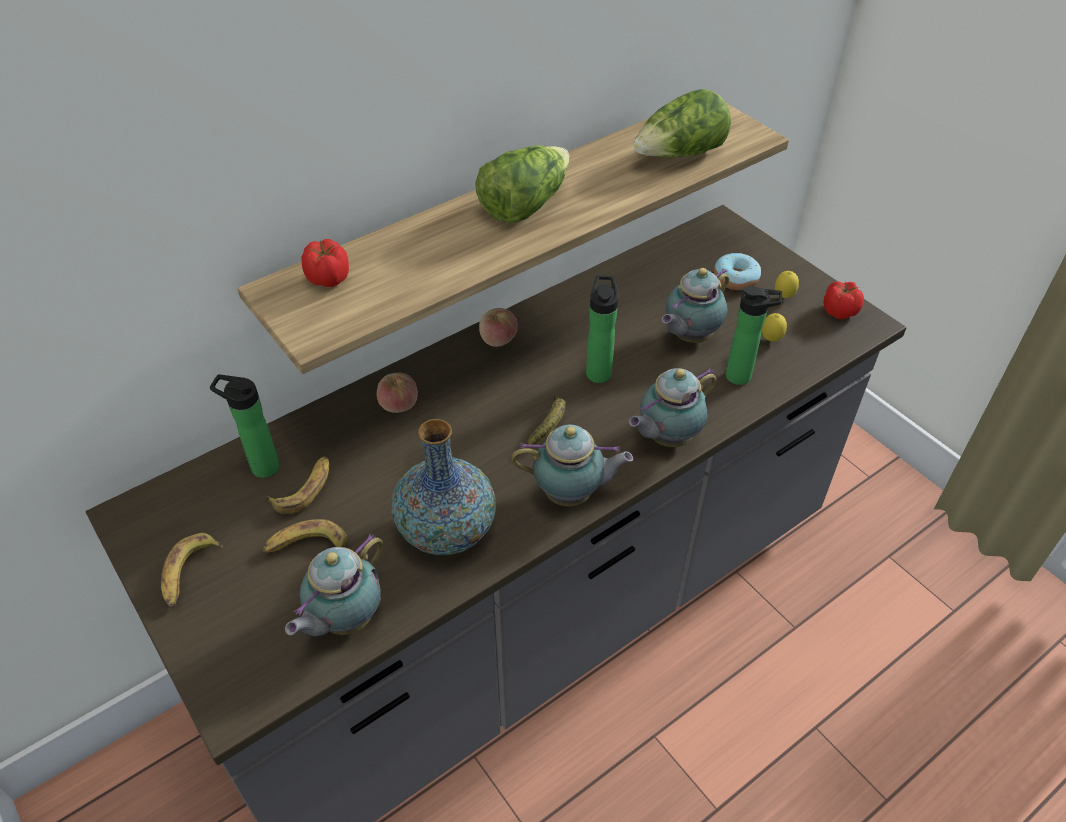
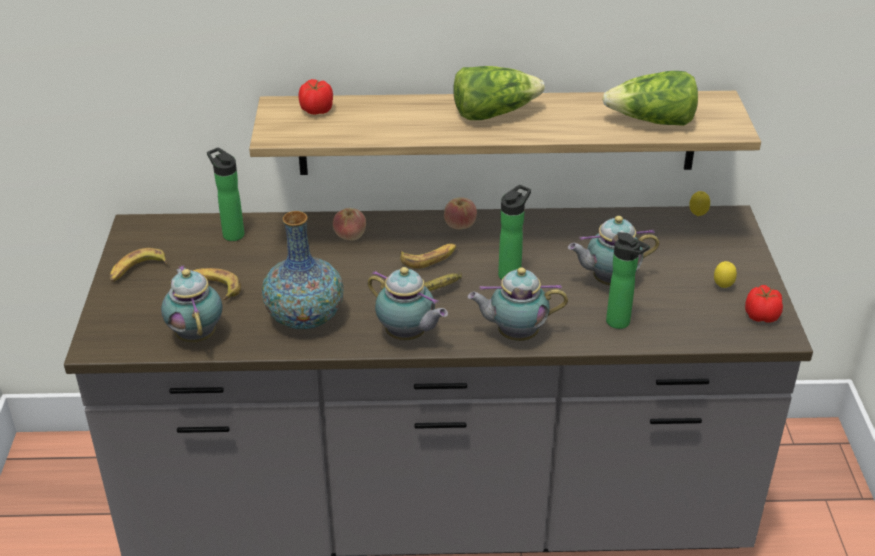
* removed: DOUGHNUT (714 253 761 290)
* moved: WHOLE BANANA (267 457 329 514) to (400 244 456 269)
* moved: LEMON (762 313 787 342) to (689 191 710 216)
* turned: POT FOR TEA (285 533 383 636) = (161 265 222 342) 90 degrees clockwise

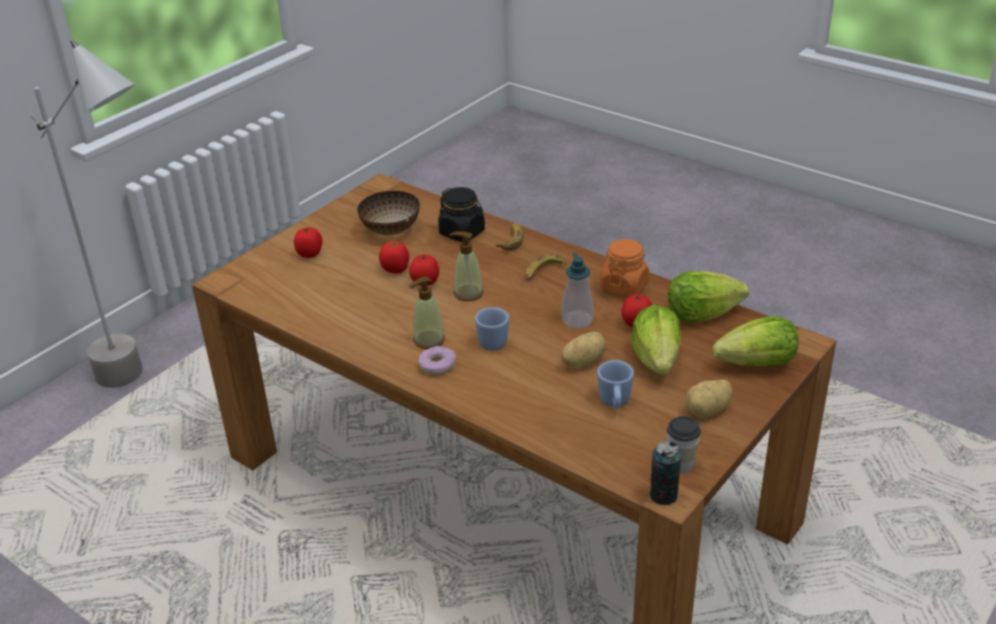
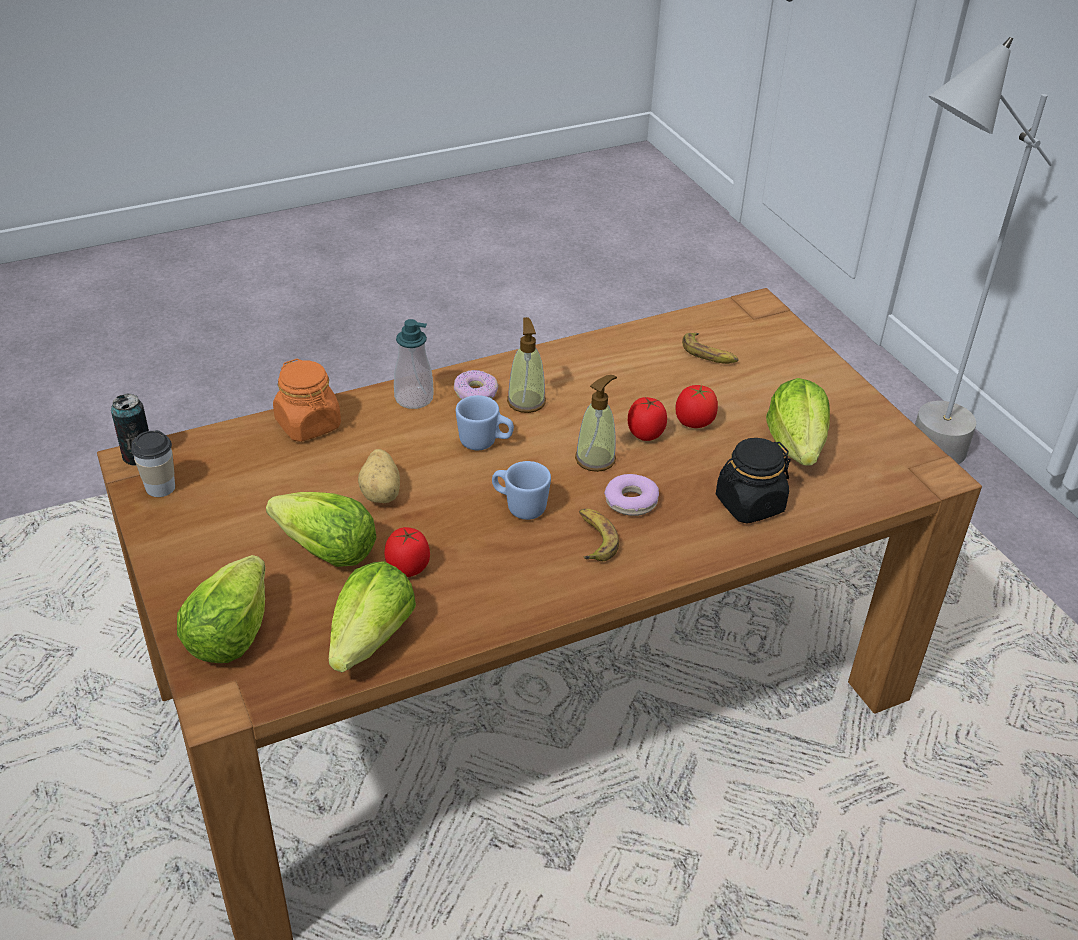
* removed: WHOLE TOMATO (294 227 323 258)
* removed: SPUD (686 379 733 418)
* added: DOUGHNUT (604 474 659 516)
* moved: WHOLE BANANA (496 223 524 251) to (682 333 739 364)
* moved: LIQUID SOAP BOTTLE (562 252 593 329) to (394 319 434 409)
* moved: BLUE-COLOURED TEA MUG (597 360 634 408) to (492 461 551 520)
* moved: ORANGEY PRESERVE JAR (600 239 649 298) to (273 358 341 442)
* replaced: SERVING BOWL (357 191 420 236) to HEAD OF LETTUCE (766 378 830 466)

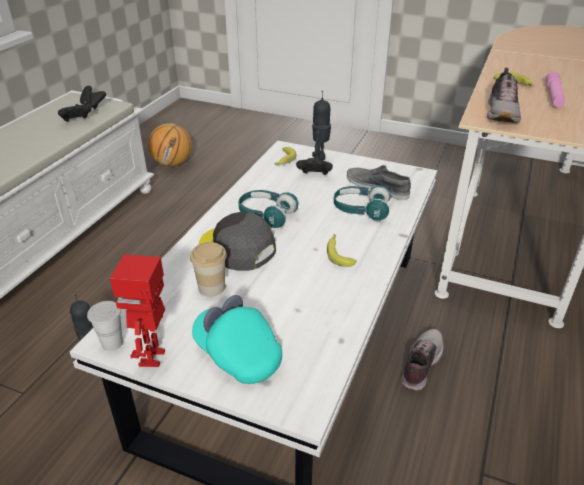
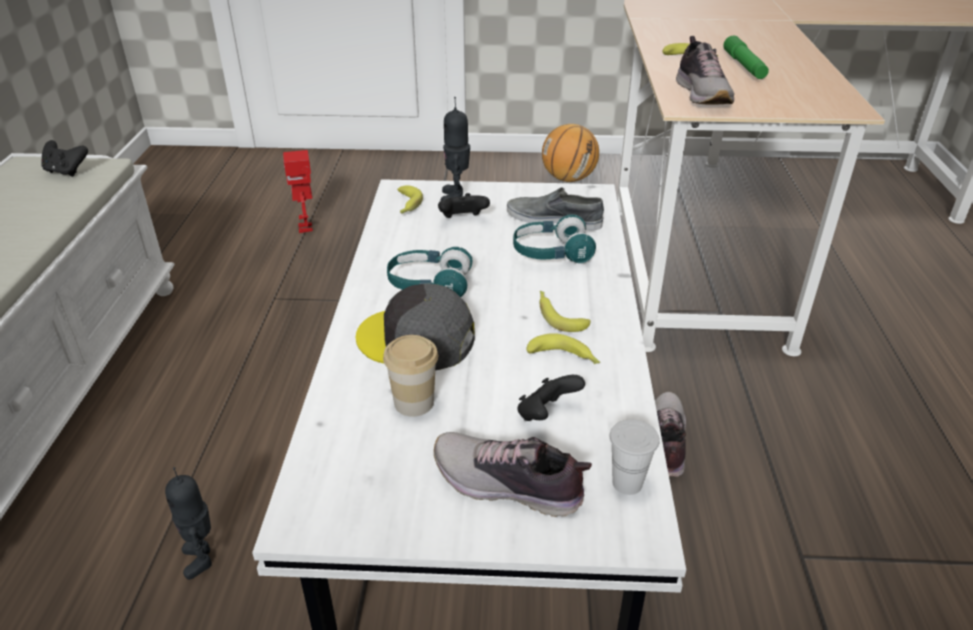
* added: WHOLE BANANA (526 333 600 364)
* moved: BLACK JOYPAD (58 104 91 122) to (517 375 585 421)
* moved: WHITE-COLOURED CUP (87 301 123 351) to (610 420 660 495)
* moved: ROBOT FIGURE (110 254 165 367) to (283 150 313 233)
* moved: BASKETBALL (148 123 192 167) to (542 124 599 182)
* replaced: BLUE-GREEN PEAKED CAP (192 295 282 384) to SHOE (434 432 592 517)
* recoloured: PINK TORCH (546 71 565 108) to GREENISH TORCH (724 35 769 79)

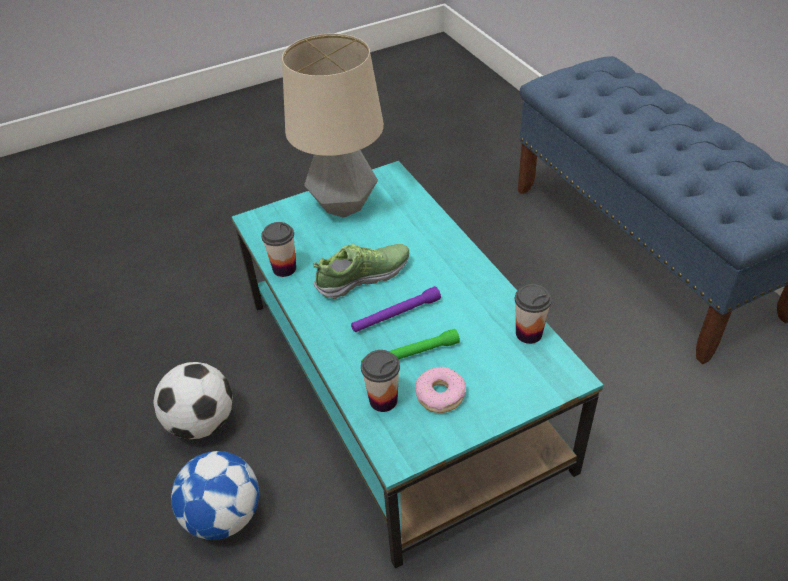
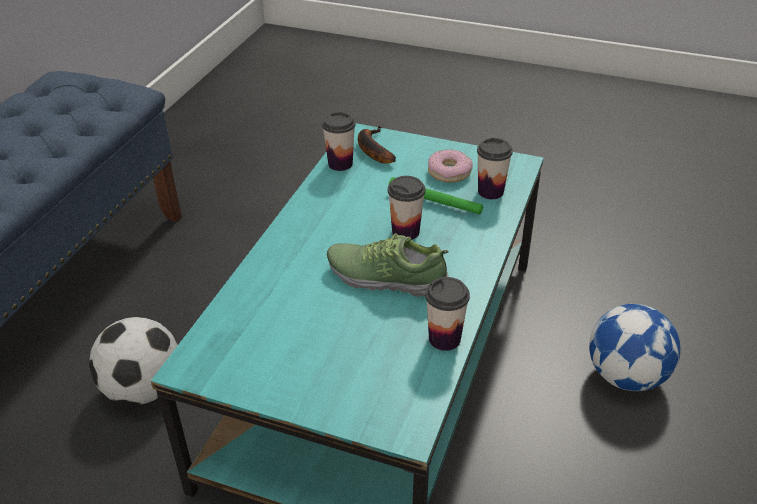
* removed: TABLE LAMP (282 33 384 218)
* added: WHOLE BANANA (358 126 396 164)
* moved: FOOTBALL (153 362 233 439) to (89 317 178 405)
* replaced: PURPLE-COLOURED TORCH (351 286 441 332) to CUP (388 176 425 240)

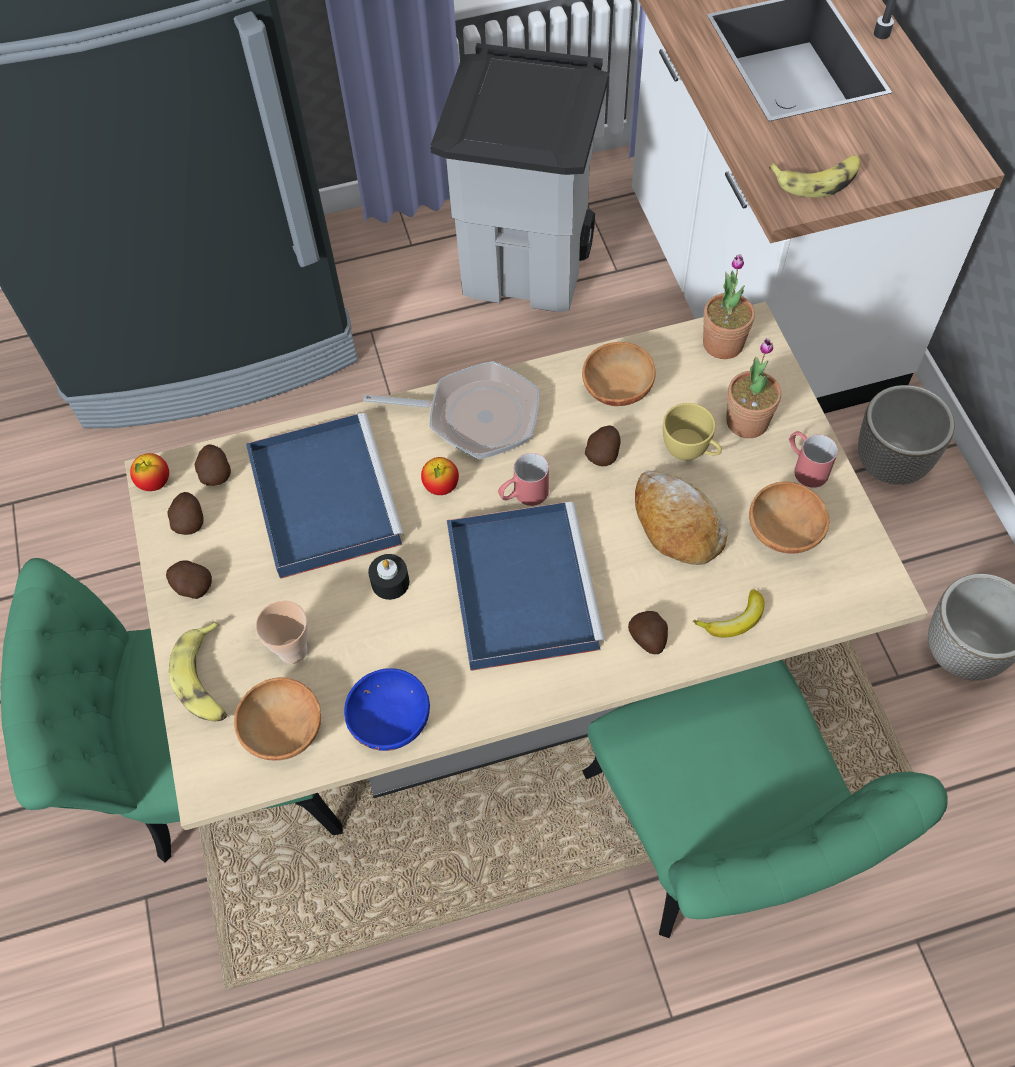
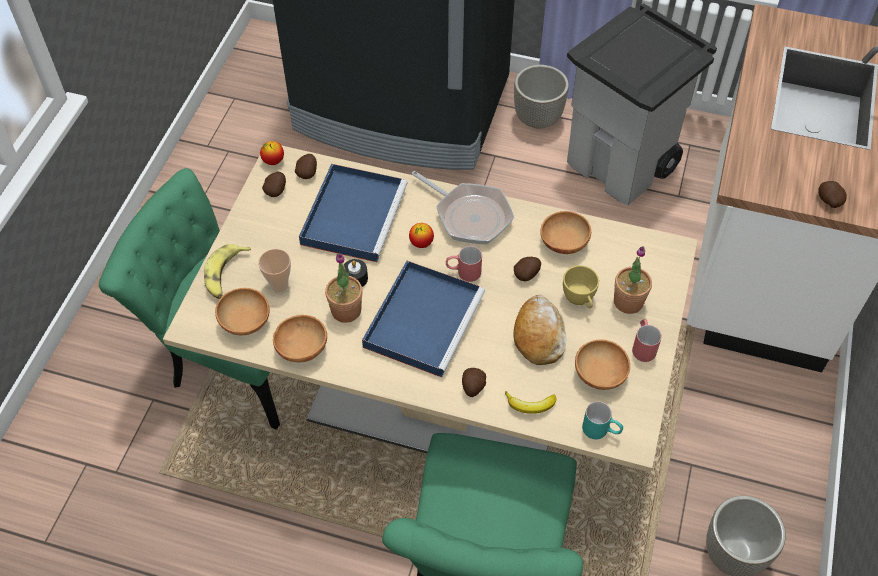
* removed: WHOLE BANANA (769 155 861 198)
* added: BLUE-GREEN TEA MUG (582 401 623 439)
* moved: SPUD (166 560 212 599) to (818 181 847 208)
* moved: POTTED PLANT (703 254 755 359) to (325 253 362 323)
* moved: FLOWER POT (858 385 955 485) to (514 65 569 129)
* recoloured: BLUE-COLOURED SERVING BOWL (344 668 430 751) to BROWNISH SERVING BOWL (273 315 327 362)

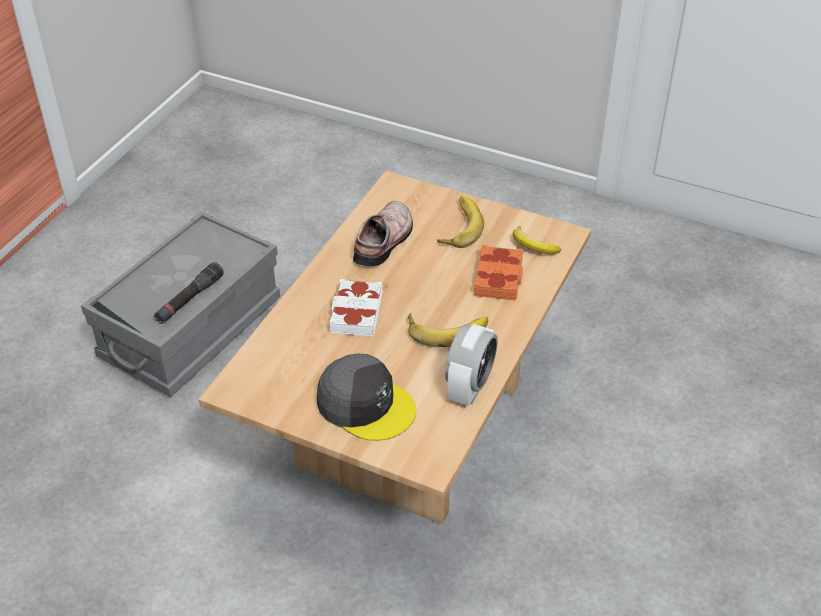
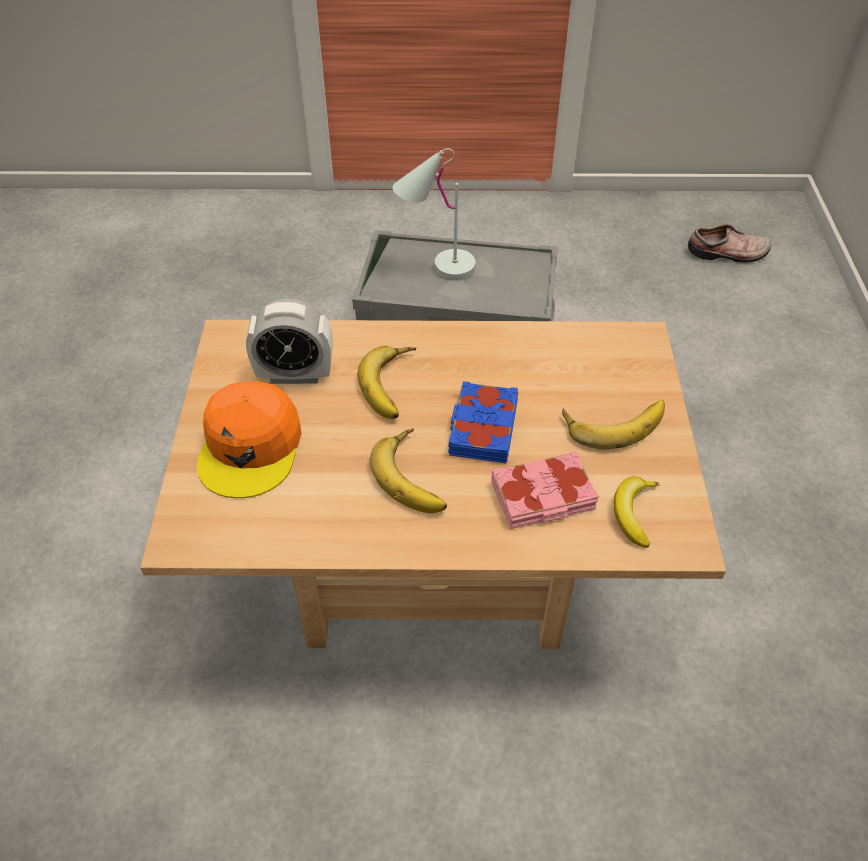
* removed: BLACK TORCH (154 262 224 324)
* added: WHITE-COLOURED TABLE LAMP (393 148 476 281)
* added: BLUE-COLOURED VOLUME (448 381 518 463)
* moved: SHOE (353 201 413 266) to (688 224 772 263)
* moved: ALARM CLOCK (445 324 498 406) to (246 299 333 384)
* replaced: WHITE-COLOURED VOLUME (330 279 383 337) to WHOLE BANANA (357 346 416 419)
* recoloured: GREY PEAKED CAP (317 354 416 441) to ORANGEY PEAKED CAP (197 381 302 498)
* recoloured: ORANGEY VOLUME (474 245 523 301) to PINK VOLUME (491 451 600 529)

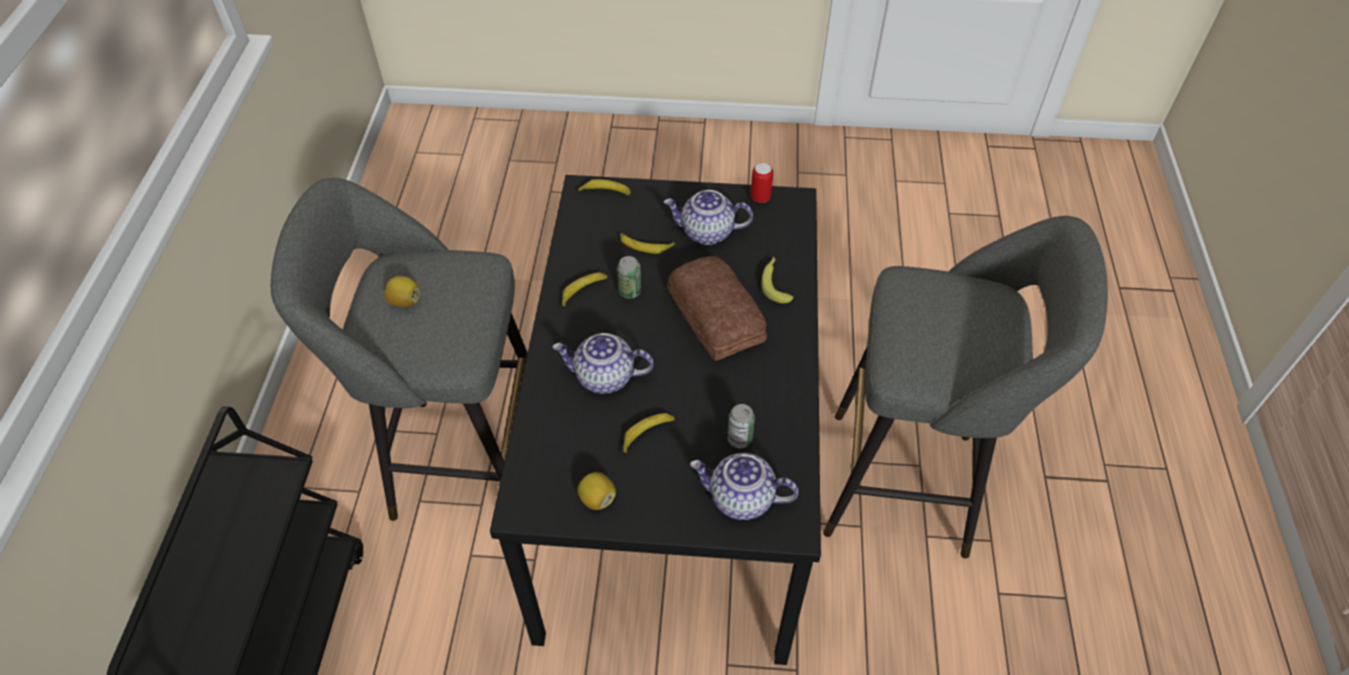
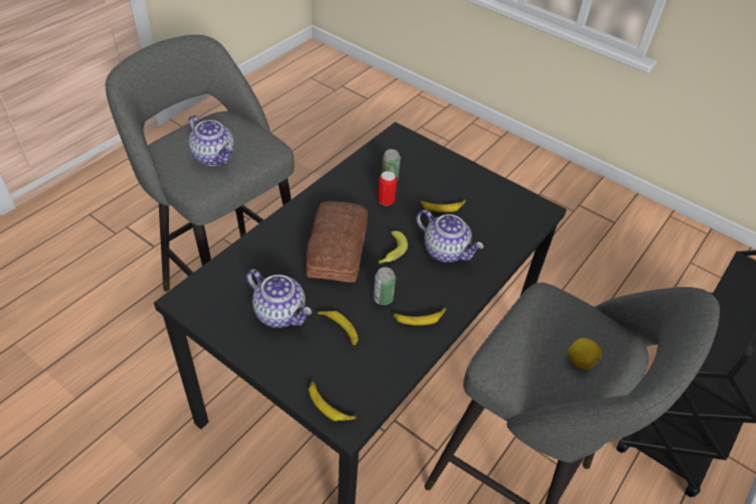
* removed: LEMON (577 472 616 510)
* moved: POT FOR TEA (690 453 799 520) to (189 115 234 166)
* moved: CAN (750 163 773 203) to (377 171 397 206)
* moved: WHOLE BANANA (762 257 794 303) to (379 231 408 264)

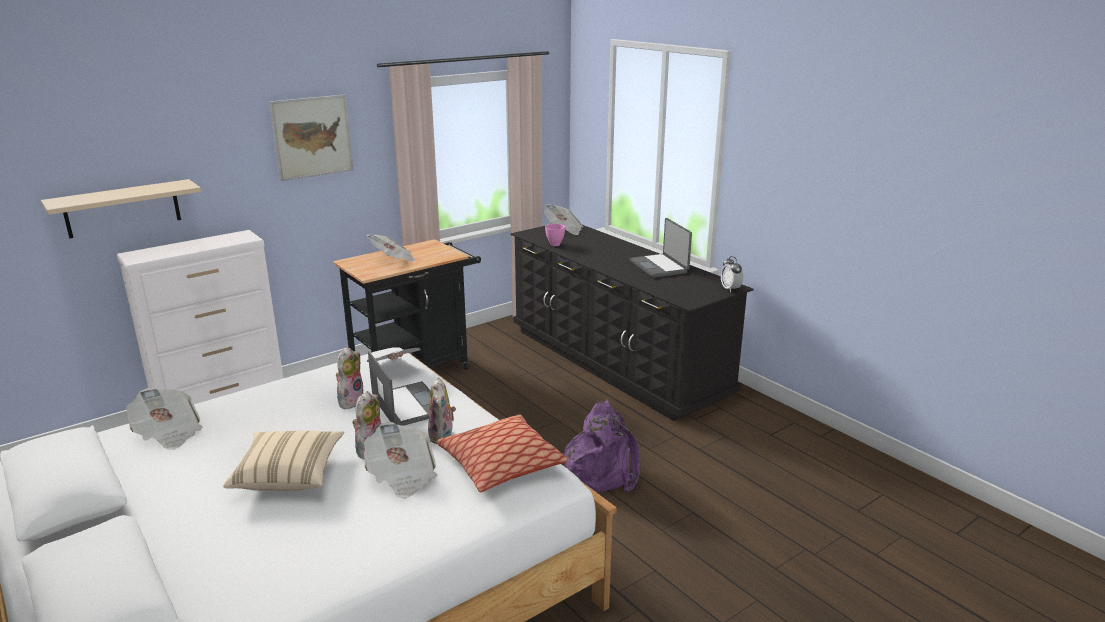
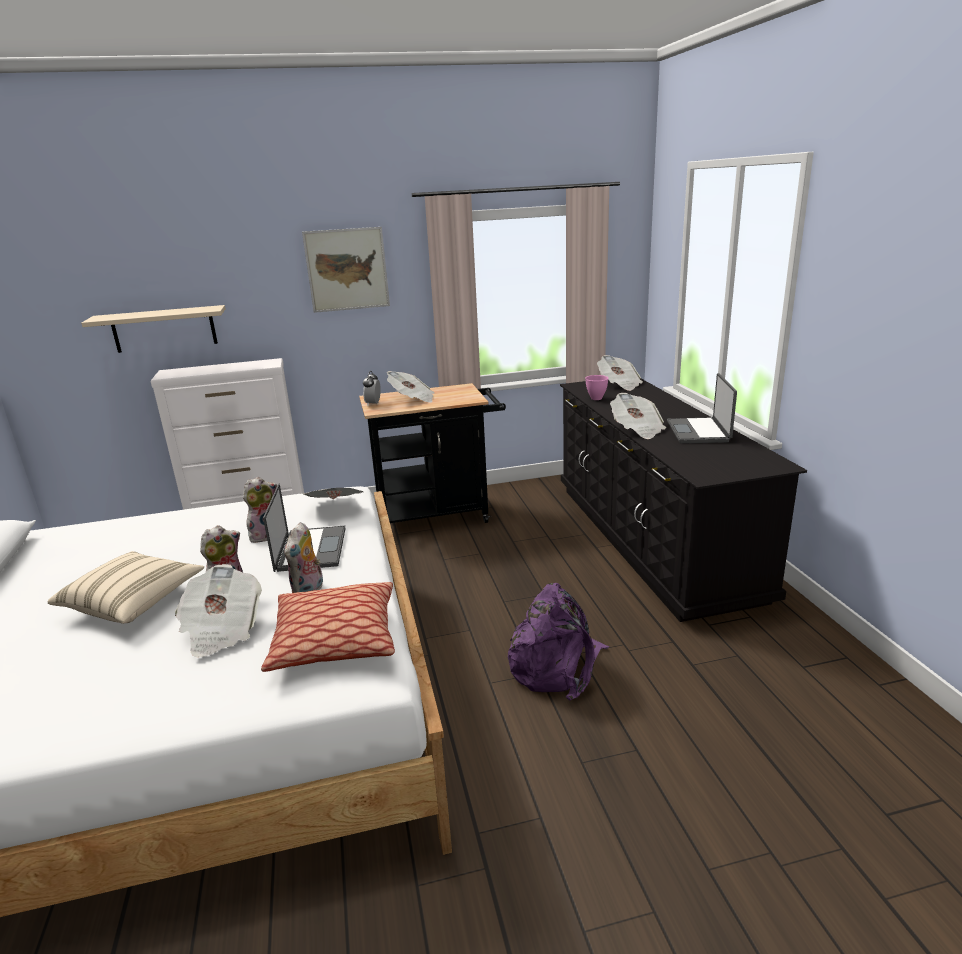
* moved: NEWSPAPER (126 388 203 450) to (610 393 666 439)
* moved: ALARM CLOCK (721 256 743 292) to (363 371 381 406)

